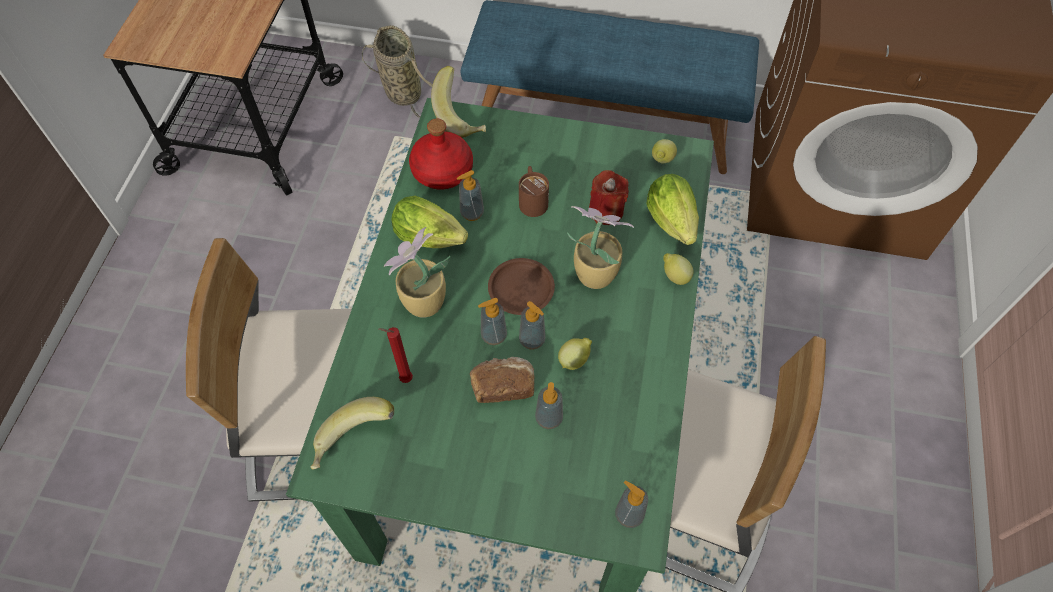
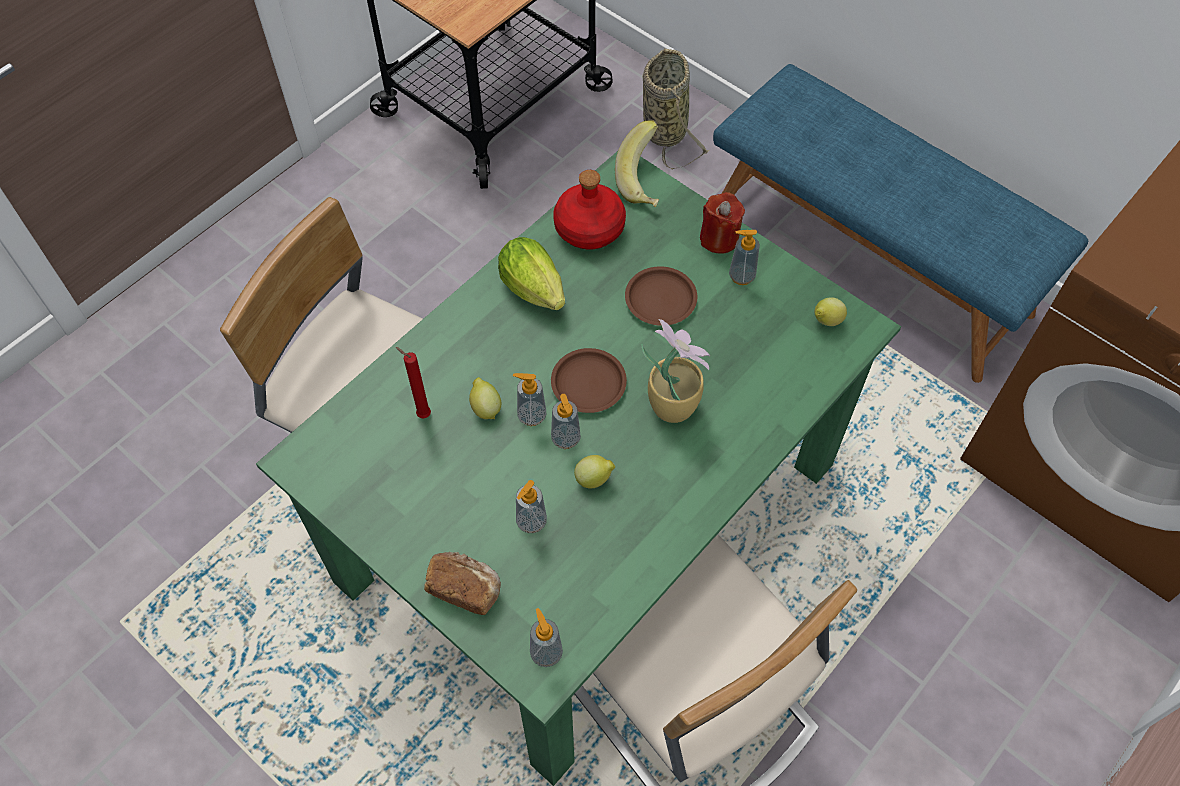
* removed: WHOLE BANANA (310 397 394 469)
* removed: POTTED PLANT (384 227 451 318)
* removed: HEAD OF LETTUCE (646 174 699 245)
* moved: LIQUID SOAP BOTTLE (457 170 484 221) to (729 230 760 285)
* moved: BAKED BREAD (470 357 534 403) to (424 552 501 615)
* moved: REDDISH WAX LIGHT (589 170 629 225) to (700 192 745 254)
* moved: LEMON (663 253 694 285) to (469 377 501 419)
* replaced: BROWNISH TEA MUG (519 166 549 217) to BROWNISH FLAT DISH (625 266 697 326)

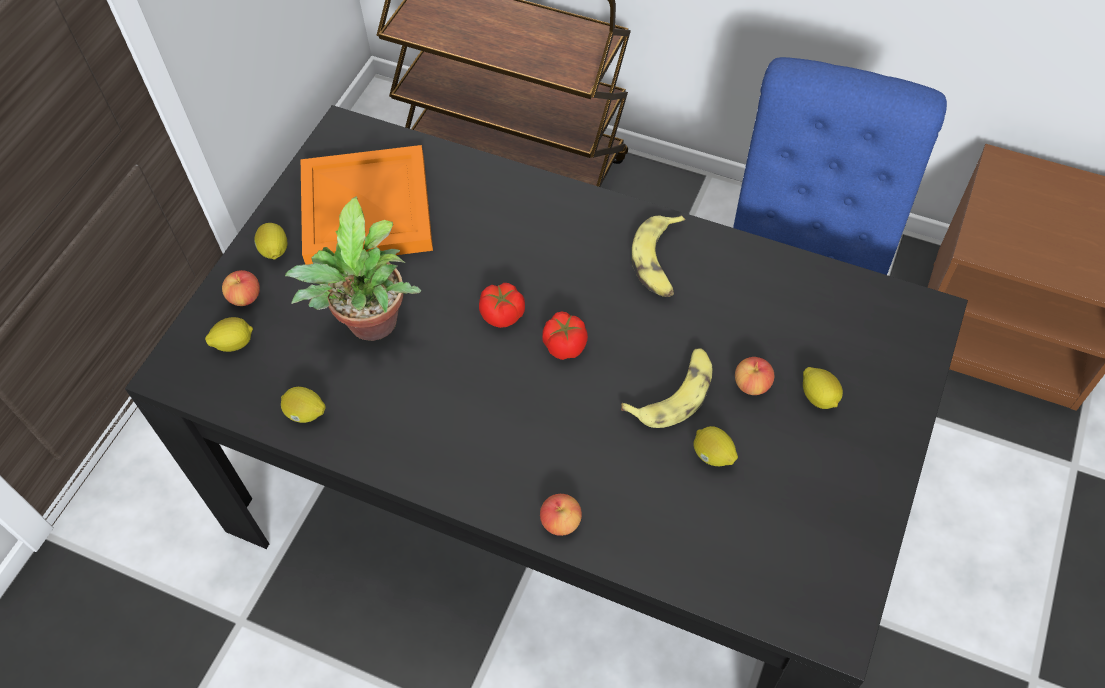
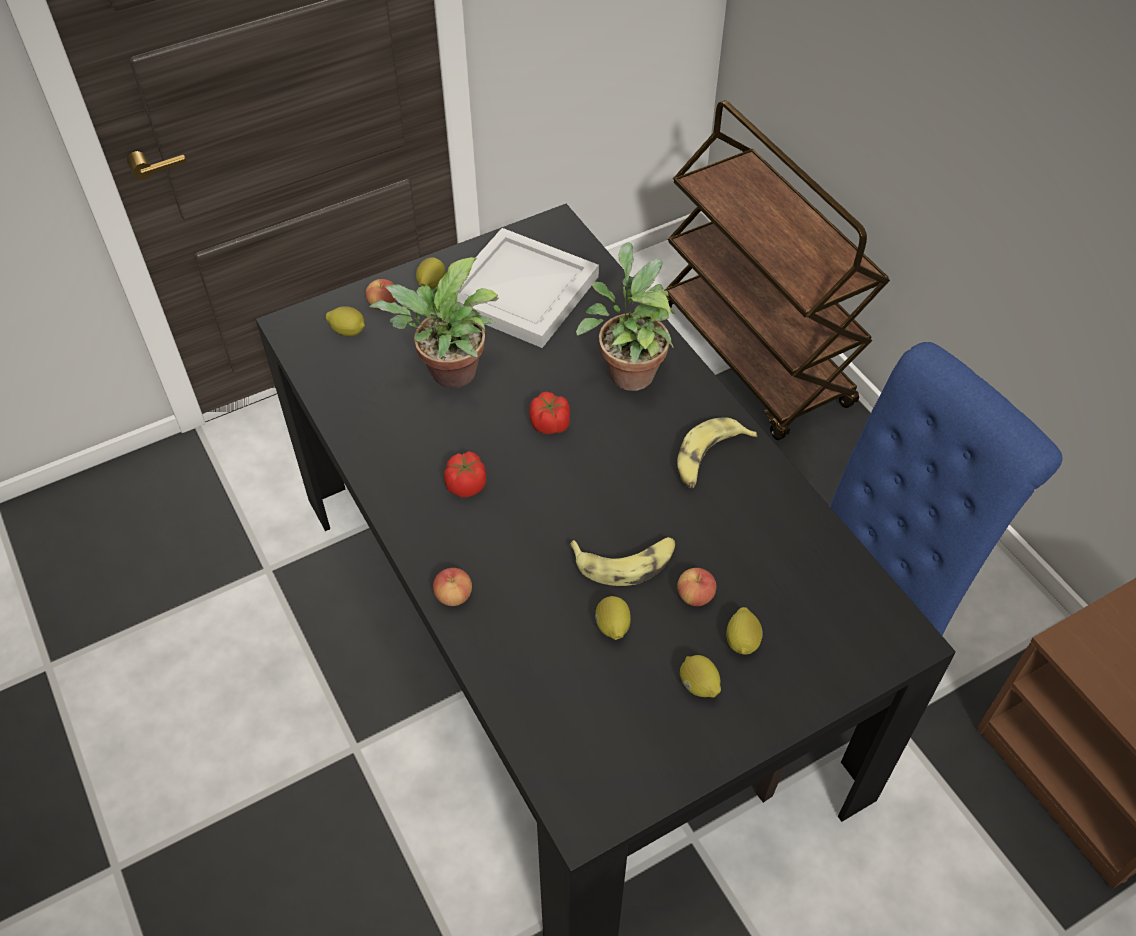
* added: POTTED PLANT (576 242 675 391)
* moved: LEMON (281 387 326 423) to (680 655 721 698)
* moved: WHOLE TOMATO (542 311 588 360) to (444 451 486 497)
* recoloured: ORANGEY CARRYING TRAY (301 145 433 265) to WHITE-COLOURED CARRYING TRAY (457 228 599 348)

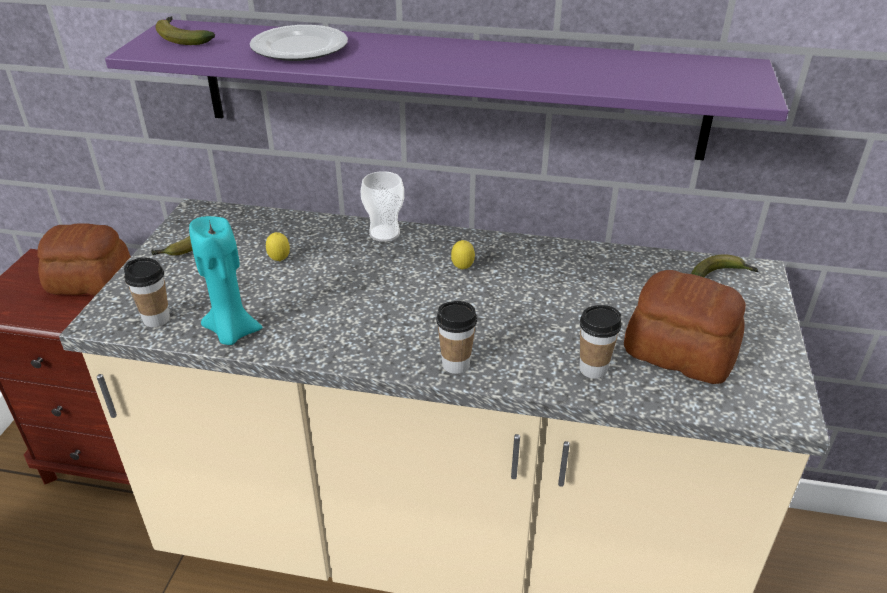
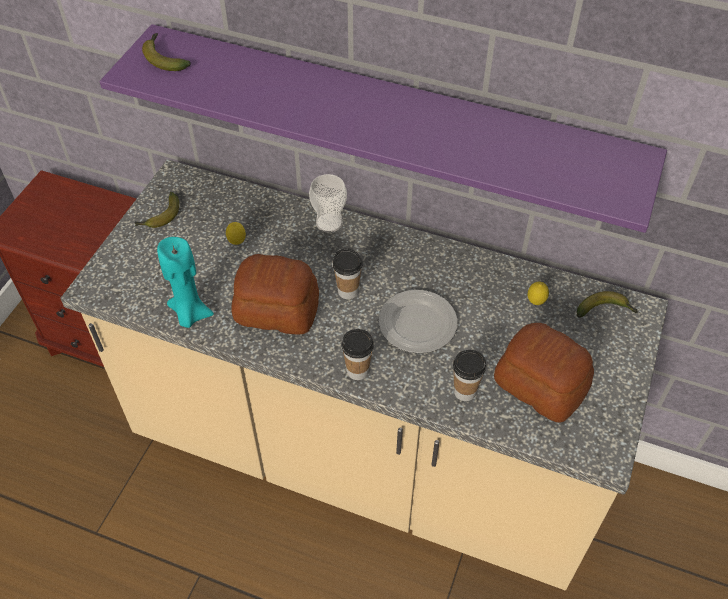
* moved: BAKED BREAD (37 224 131 296) to (231 254 319 335)
* moved: CUP (124 257 170 327) to (333 248 362 299)
* moved: FLAT DISH (250 25 348 61) to (379 290 458 354)
* moved: LEMON (451 240 475 270) to (528 281 549 305)

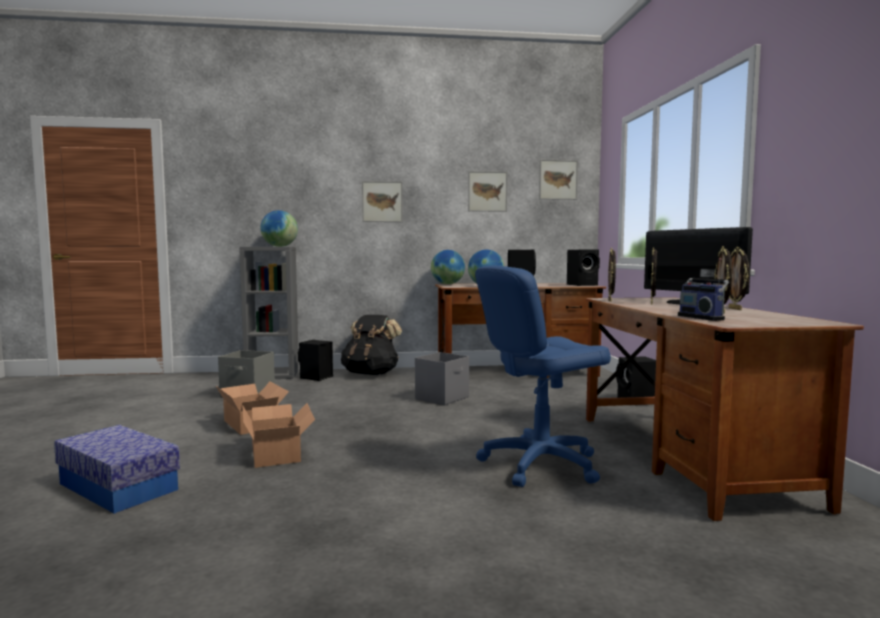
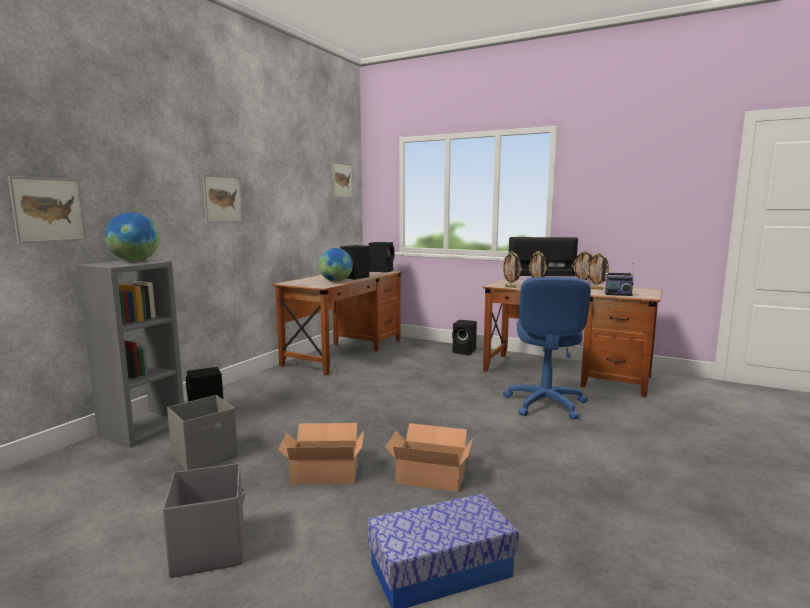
* removed: BLACK KNAPSACK (341 315 402 375)
* removed: DESK GLOBE (431 250 465 284)
* moved: GREY STORAGE CONTAINER (415 352 469 405) to (163 463 245 578)
* moved: PICTURE (468 171 507 212) to (8 176 86 243)

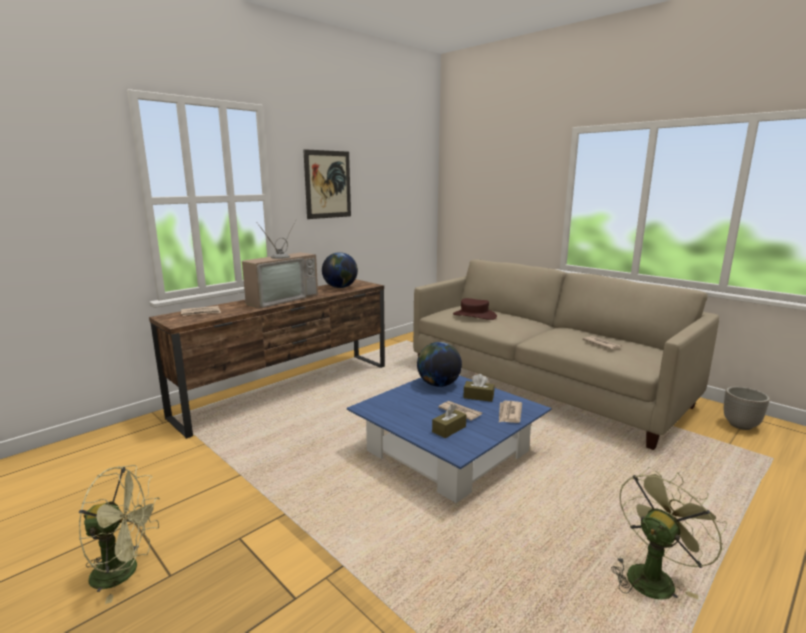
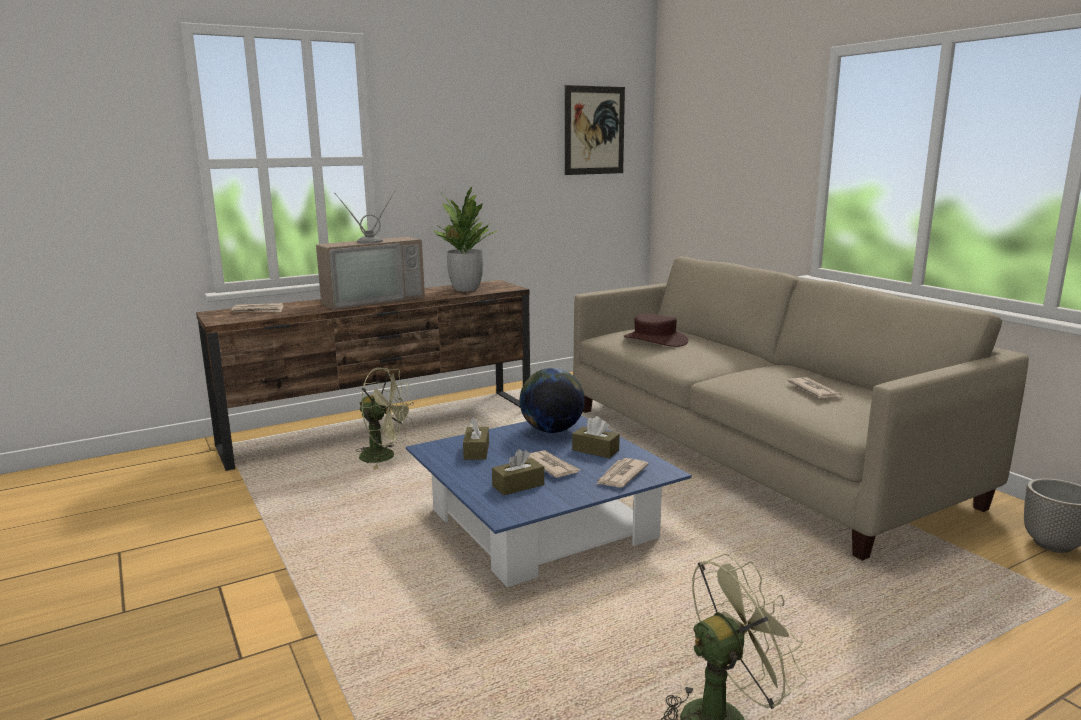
* added: BROWNISH BOX OF TISSUES (463 417 489 460)
* moved: GREENISH ELECTRIC FAN (79 465 160 604) to (356 368 414 469)
* moved: PICTURE (303 149 351 219) to (565 85 625 175)
* replaced: DESK GLOBE (322 252 358 288) to POTTED PLANT (434 187 498 291)

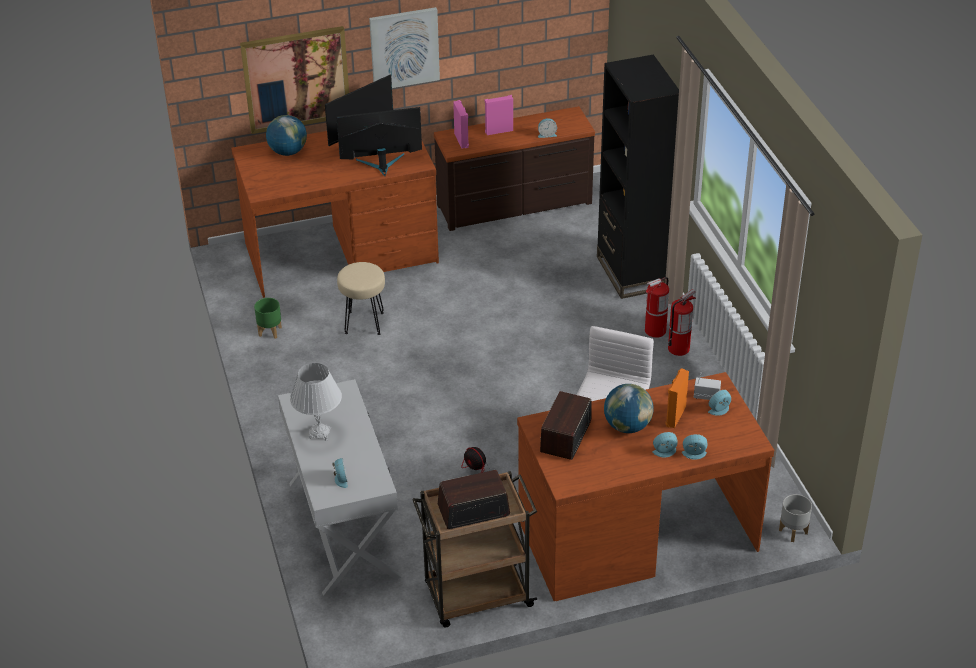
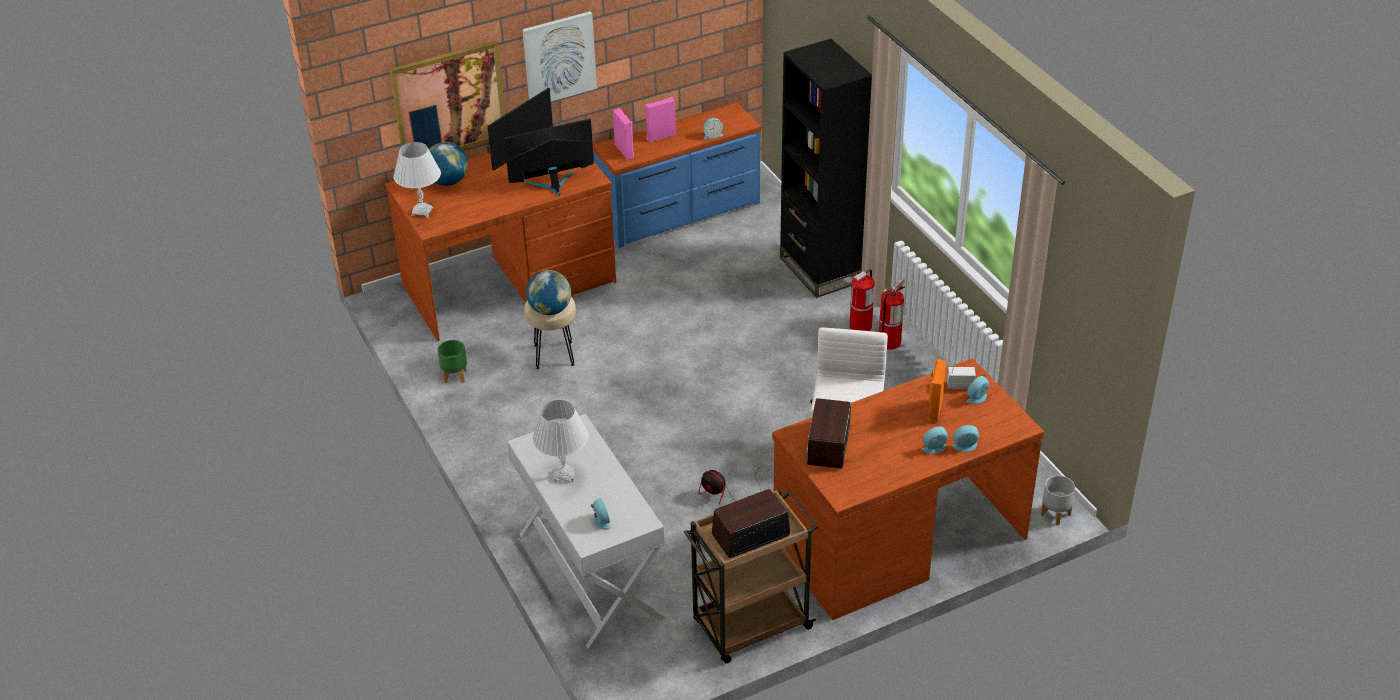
* added: WHITE-COLOURED TABLE LAMP (393 142 441 218)
* moved: DESK GLOBE (604 384 654 433) to (526 270 571 315)
* recoloured: BROWNISH CHEST OF DRAWERS (434 106 595 231) to BLUE-COLOURED CHEST OF DRAWERS (593 103 761 248)

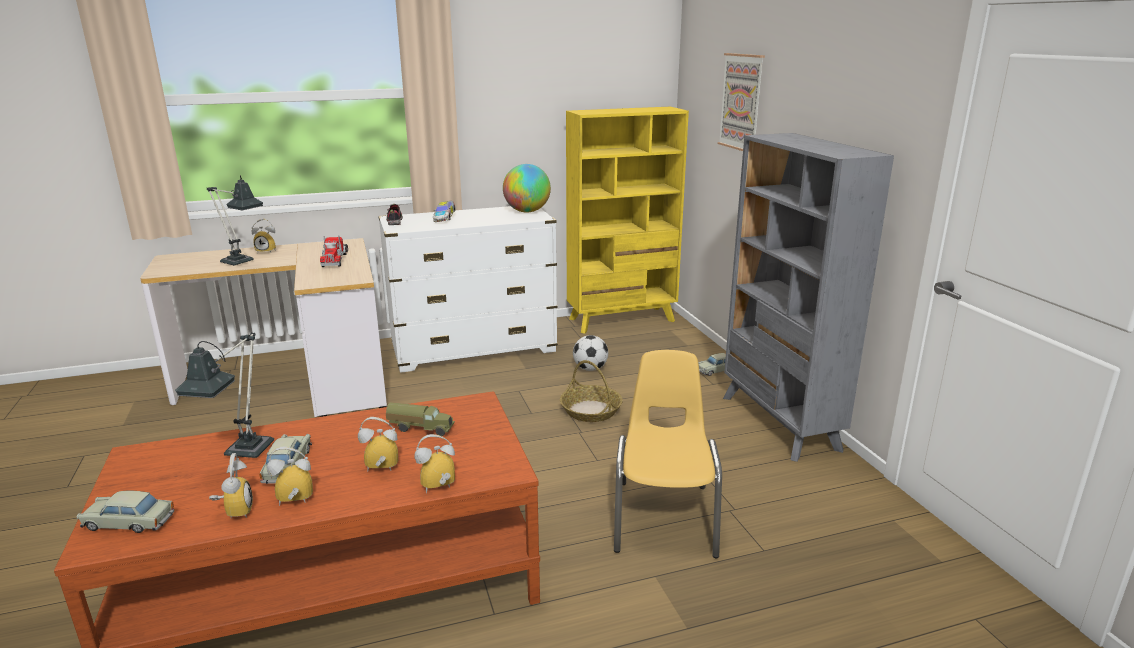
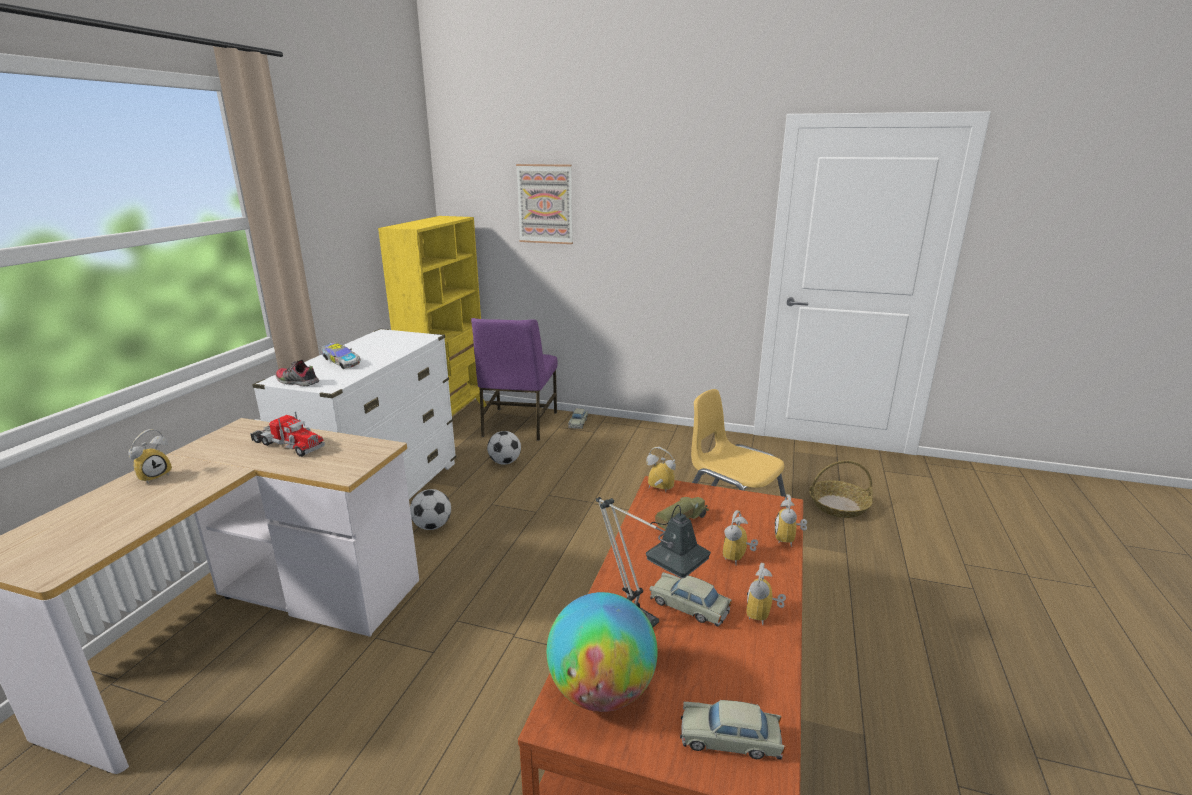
* removed: TABLE LAMP (207 175 263 266)
* removed: GREY BOOKSHELF (723 133 894 462)
* added: FOOTBALL (410 489 451 530)
* added: PURPLE-COLOURED CHAIR (471 318 557 441)
* moved: ALARM CLOCK (209 453 253 518) to (646 447 676 492)
* moved: DESK GLOBE (503 164 551 212) to (547 592 657 712)
* moved: STORAGE BASKET (560 360 623 422) to (809 460 873 518)
* turned: BEIGE TOY CAR (77 491 174 533) = (680 700 785 759) 60 degrees clockwise

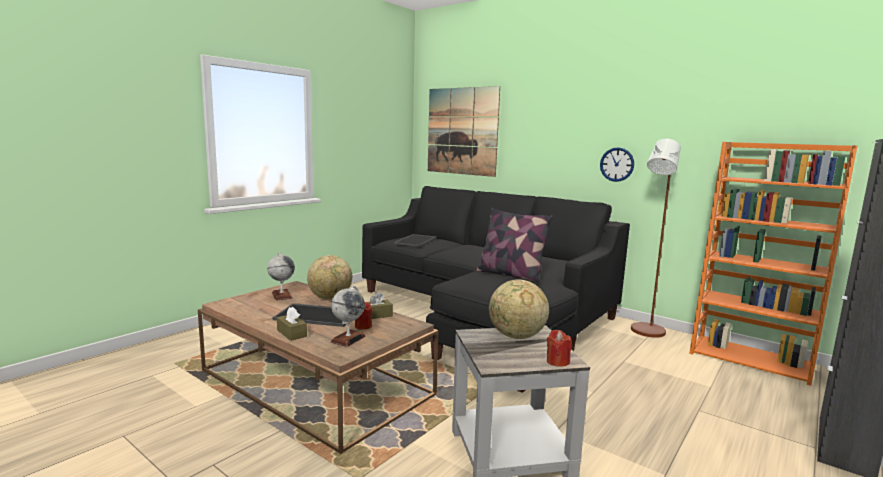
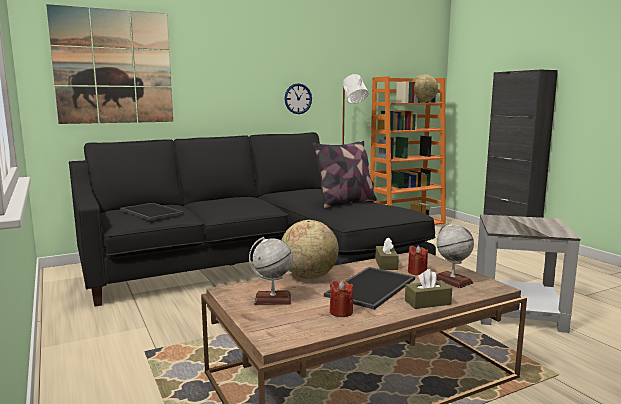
* moved: DESK GLOBE (489 279 549 339) to (412 74 438 103)
* moved: REDDISH WAX LIGHT (547 330 572 367) to (330 280 353 317)

